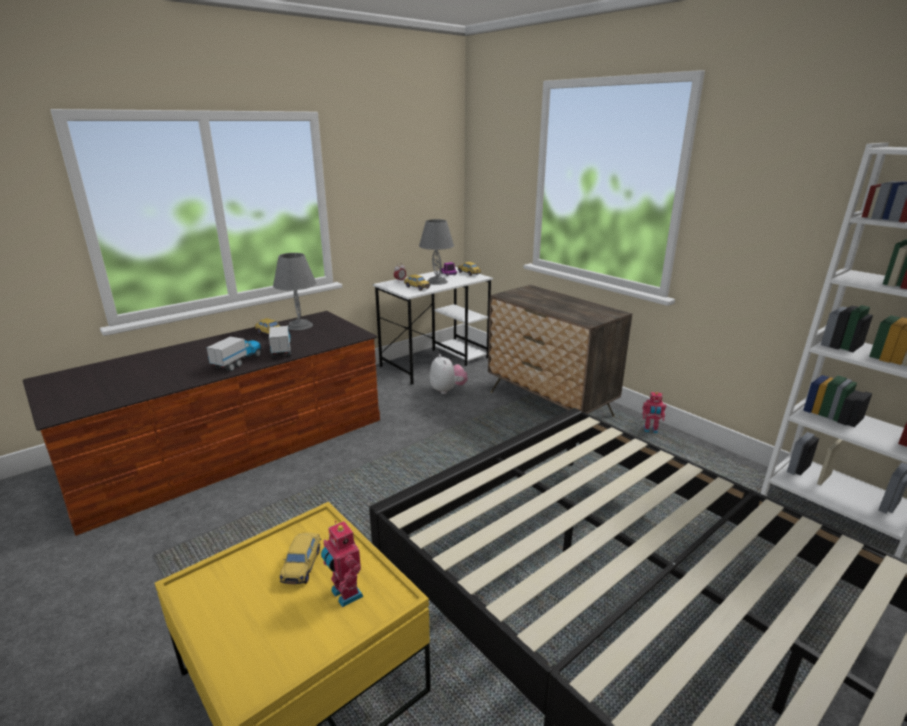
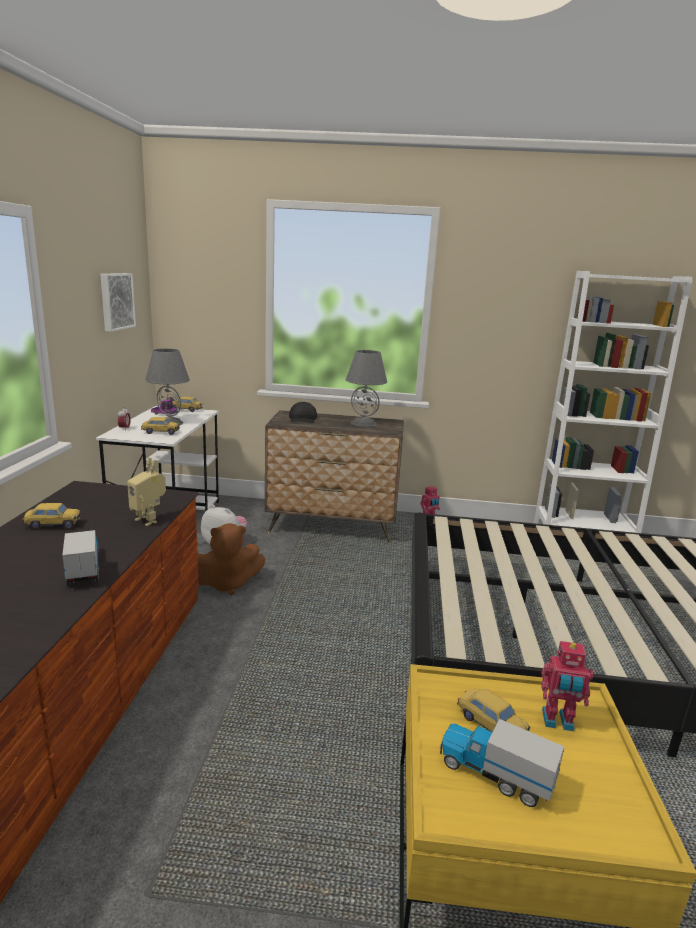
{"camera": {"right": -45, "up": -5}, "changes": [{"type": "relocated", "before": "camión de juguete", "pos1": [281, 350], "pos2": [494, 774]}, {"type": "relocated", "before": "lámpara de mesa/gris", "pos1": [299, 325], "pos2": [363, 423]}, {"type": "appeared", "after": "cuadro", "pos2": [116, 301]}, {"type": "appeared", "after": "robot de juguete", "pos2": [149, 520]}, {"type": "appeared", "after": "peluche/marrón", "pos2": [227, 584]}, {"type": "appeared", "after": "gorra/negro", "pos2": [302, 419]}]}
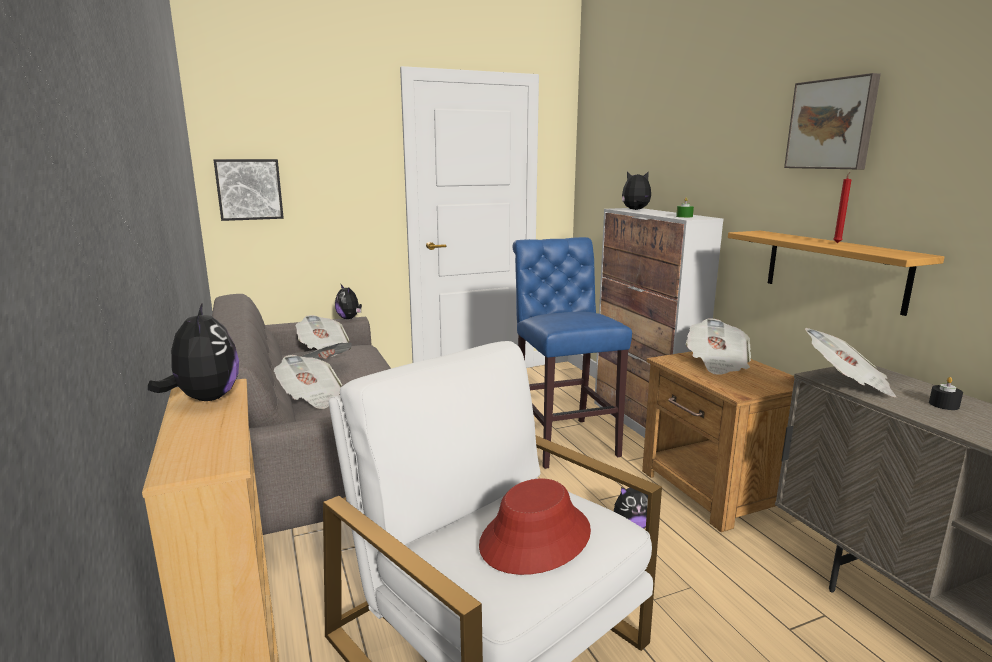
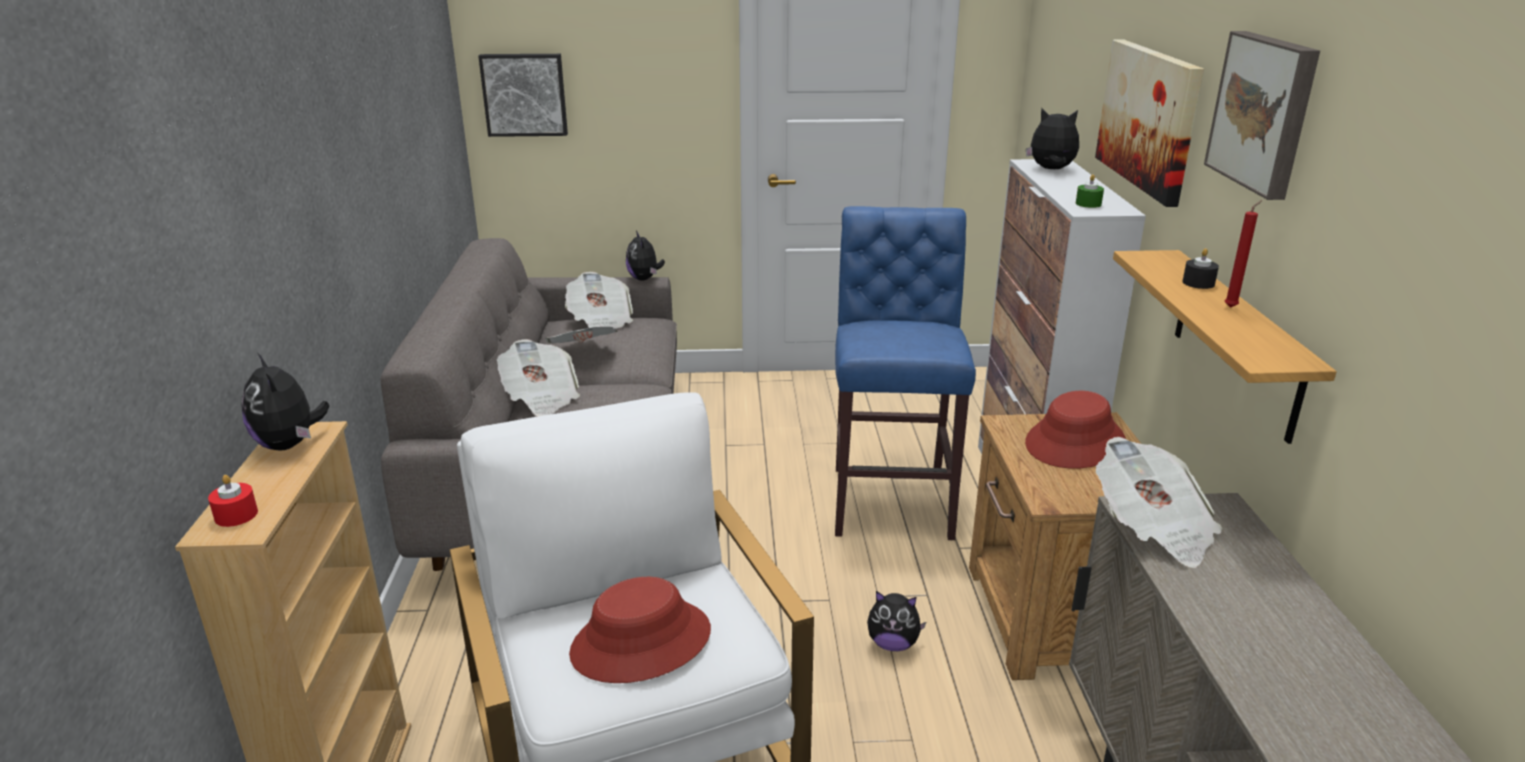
{"camera": {"right": 20, "up": 10}, "changes": [{"type": "spun", "before": "peluche", "pos1": [205, 399], "pos2": [290, 444], "turn": 150}, {"type": "exchanged", "before": "periódico", "after": "sombrero/rojo", "pos1": [716, 363], "pos2": [1075, 443]}, {"type": "relocated", "before": "vela/negro", "pos1": [943, 405], "pos2": [1198, 283]}, {"type": "appeared", "after": "vela/rojo", "pos2": [236, 515]}, {"type": "appeared", "after": "cuadro", "pos2": [1149, 118]}]}
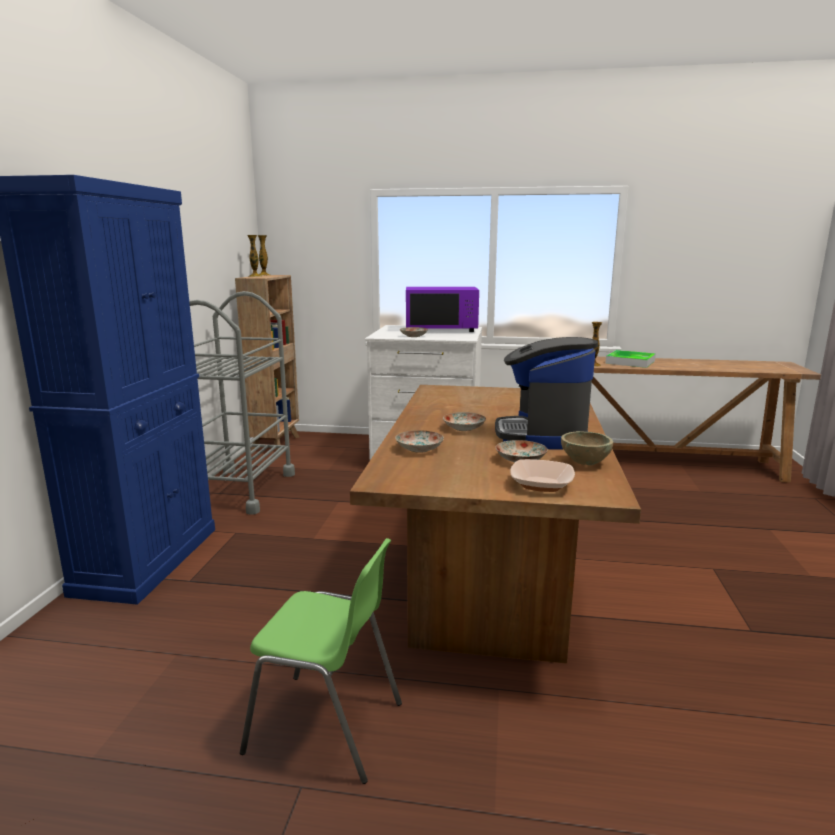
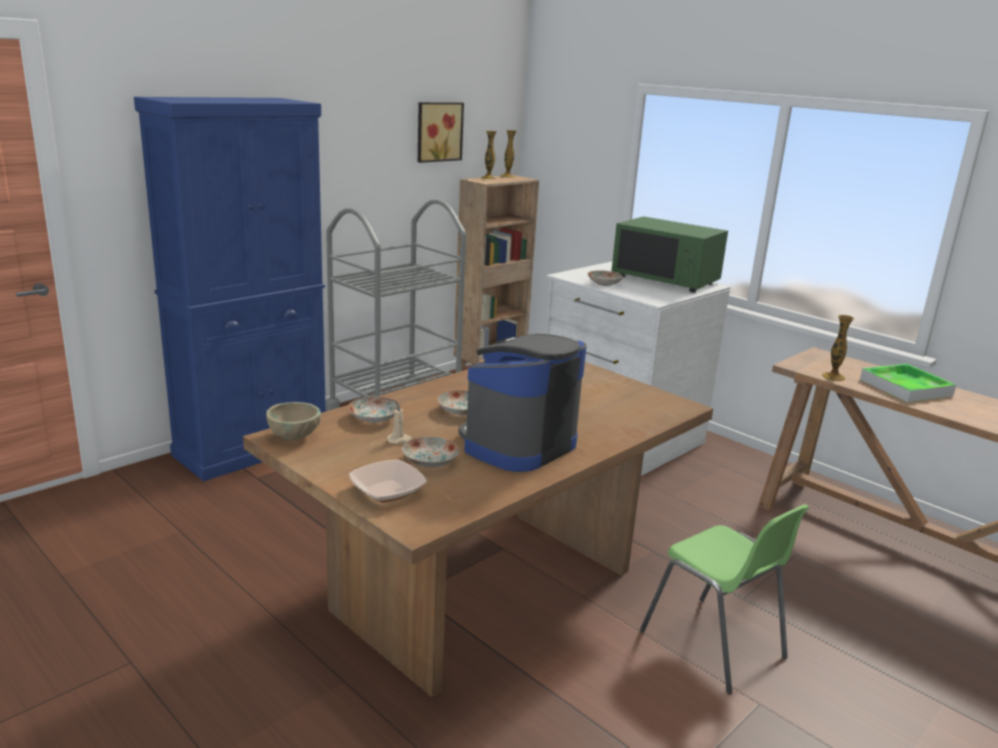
{"camera": {"right": 35, "up": 5}, "changes": [{"type": "relocated", "before": "silla/verde", "pos1": [327, 727], "pos2": [714, 645]}, {"type": "colour", "before": "microondas/morado", "after": "microondas/verde", "pos1": [441, 329], "pos2": [665, 280]}, {"type": "relocated", "before": "cuenco/beis", "pos1": [585, 463], "pos2": [294, 437]}, {"type": "appeared", "after": "vela/beis", "pos2": [399, 440]}, {"type": "appeared", "after": "cuadro", "pos2": [438, 131]}]}
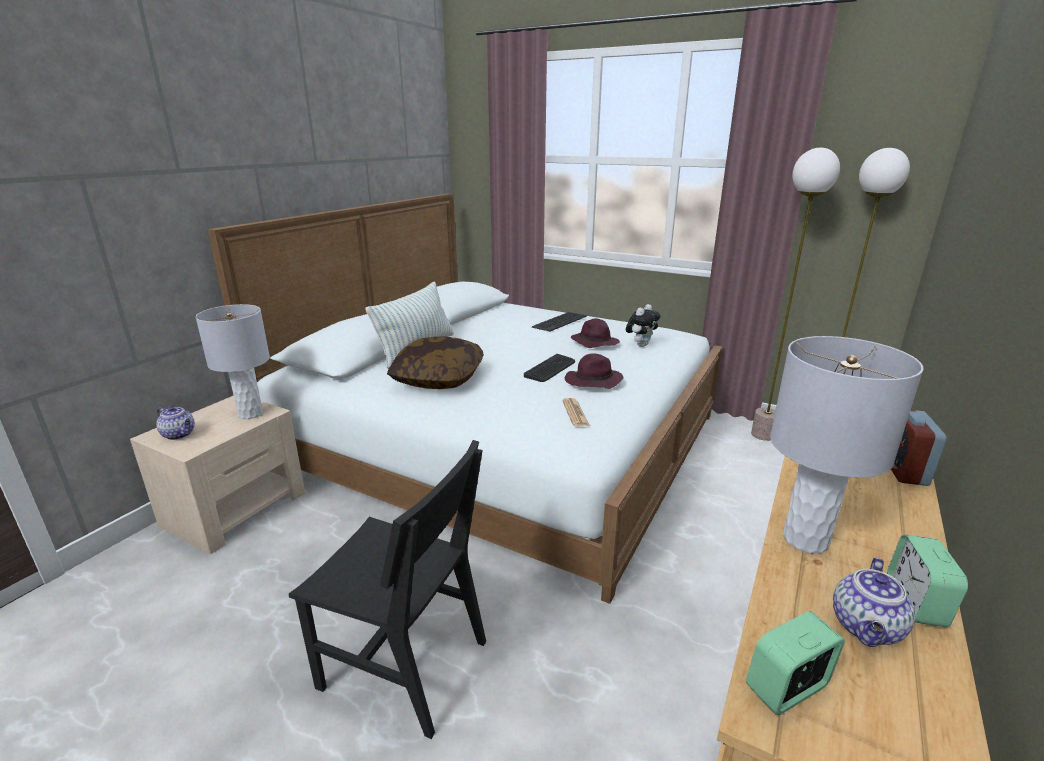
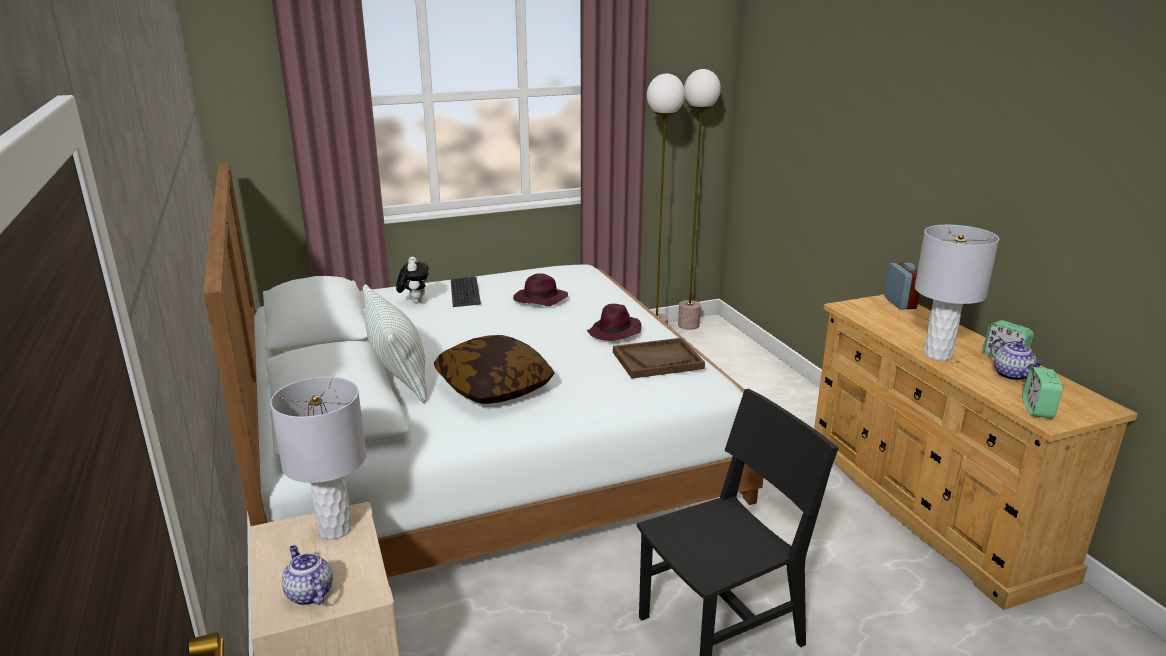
{"camera": {"right": -50, "up": 0}, "changes": [{"type": "spun", "before": "tetera", "pos1": [179, 434], "pos2": [308, 593], "turn": -105}, {"type": "missing", "before": "teclado", "pos1": [550, 369]}, {"type": "exchanged", "before": "periódico", "after": "bandeja/marrón", "pos1": [575, 413], "pos2": [657, 360]}, {"type": "relocated", "before": "peluche", "pos1": [641, 345], "pos2": [415, 301]}, {"type": "spun", "before": "despertador", "pos1": [904, 470], "pos2": [900, 303], "turn": -150}]}
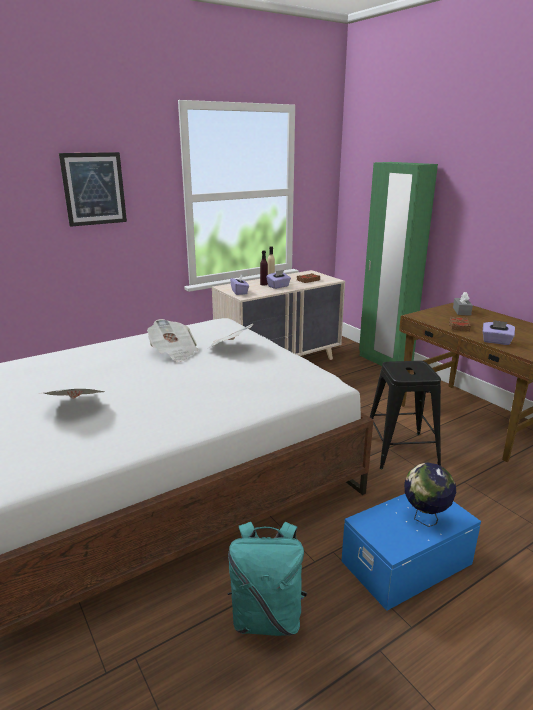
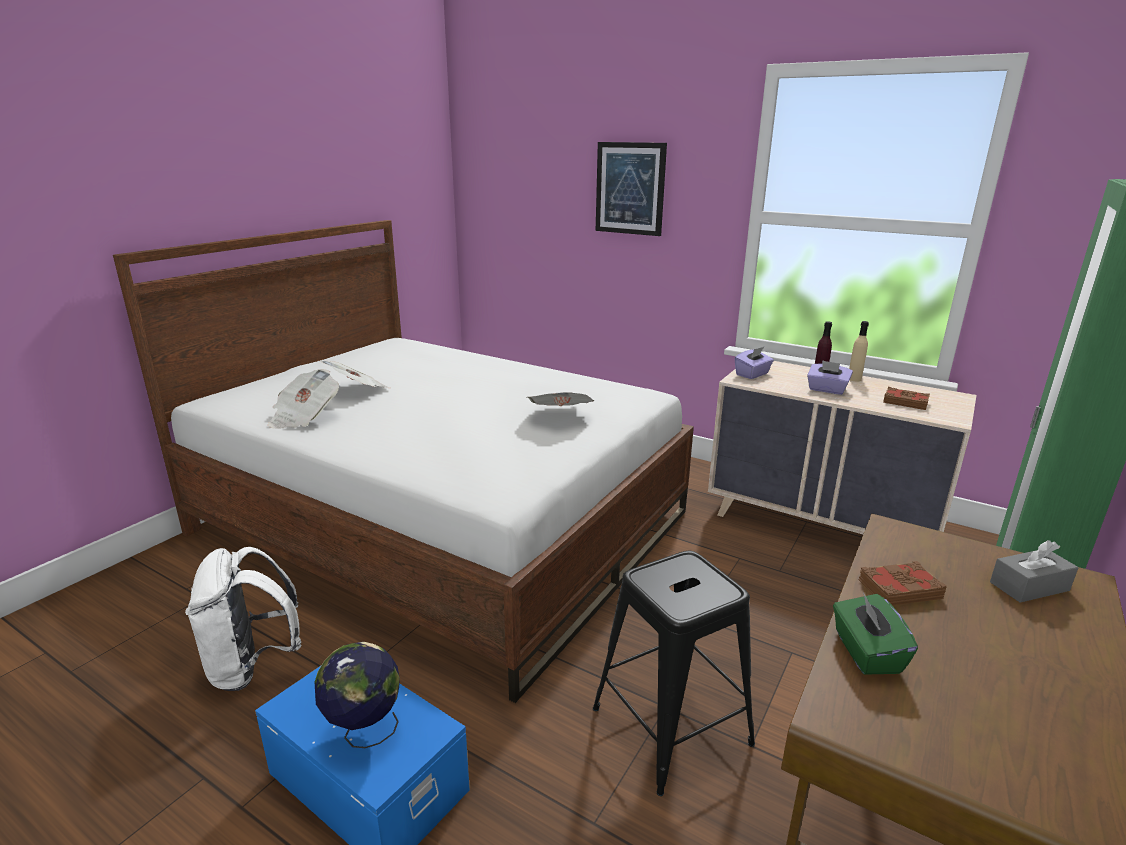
{"camera": {"right": 65, "up": 0}, "changes": [{"type": "relocated", "before": "periódico", "pos1": [174, 352], "pos2": [304, 417]}, {"type": "colour", "before": "mochila/turquesa", "after": "mochila/blanco", "pos1": [267, 617], "pos2": [253, 665]}, {"type": "colour", "before": "caja de pañuelos/morado", "after": "caja de pañuelos/verde", "pos1": [496, 341], "pos2": [866, 652]}]}
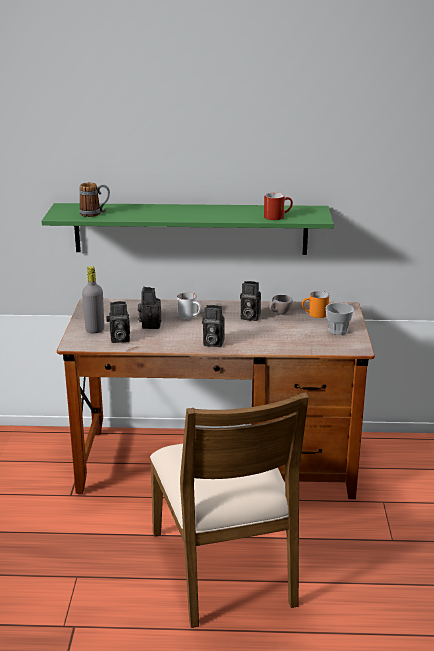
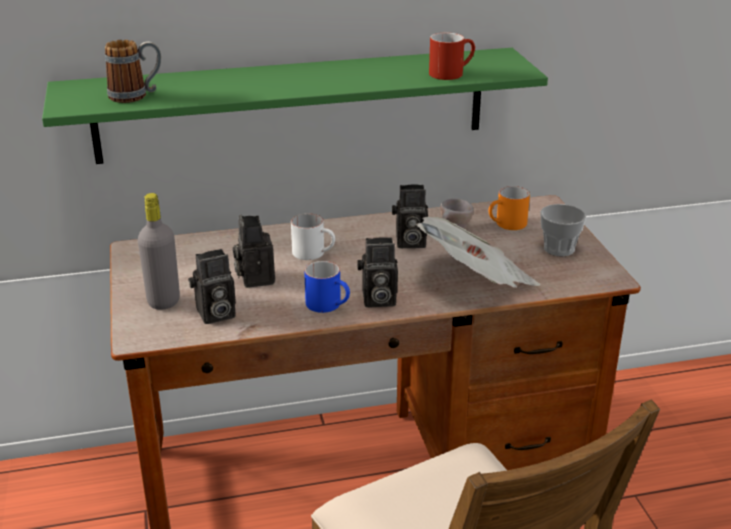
{"camera": {"right": -15, "up": 5}, "changes": [{"type": "appeared", "after": "taza grande/azul", "pos2": [329, 305]}, {"type": "appeared", "after": "periódico", "pos2": [477, 282]}]}
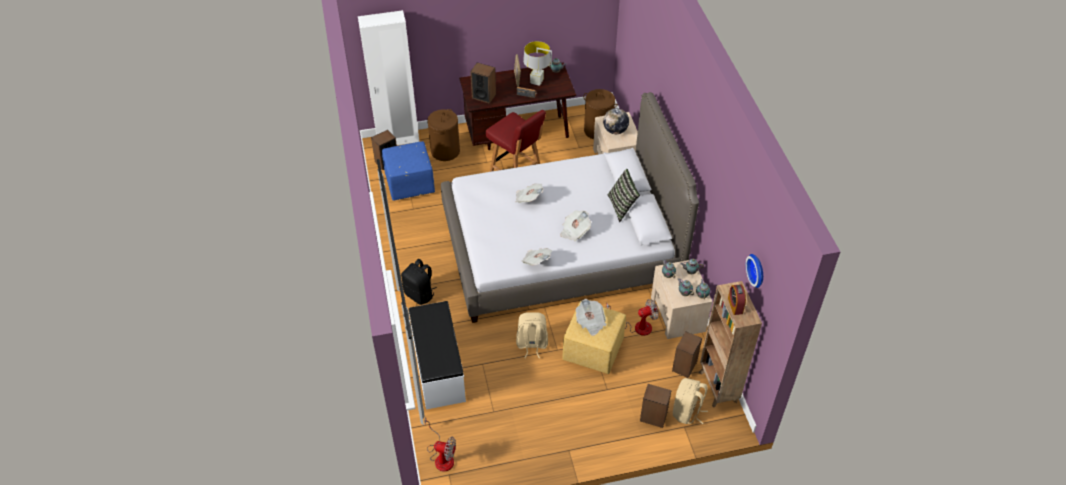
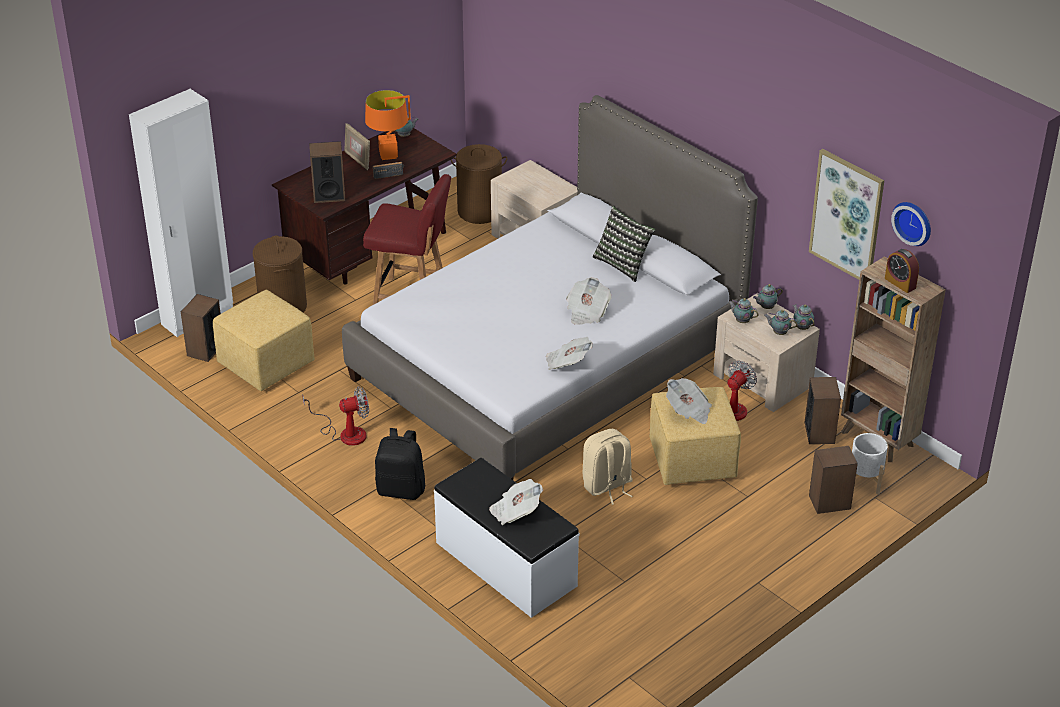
{"camera": {"right": -30, "up": -10}, "changes": [{"type": "colour", "before": "puf/azul", "after": "puf/amarillo", "pos1": [410, 185], "pos2": [266, 365]}, {"type": "relocated", "before": "ventilador", "pos1": [441, 456], "pos2": [345, 433]}, {"type": "relocated", "before": "periódico", "pos1": [528, 198], "pos2": [515, 512]}, {"type": "colour", "before": "lámpara de mesa/gris", "after": "lámpara de mesa/naranja", "pos1": [537, 81], "pos2": [388, 155]}, {"type": "missing", "before": "globo terráqueo", "pos1": [615, 131]}, {"type": "exchanged", "before": "mochila/beis", "after": "maceta/blanco", "pos1": [687, 412], "pos2": [865, 480]}, {"type": "appeared", "after": "cuadro", "pos2": [847, 216]}]}
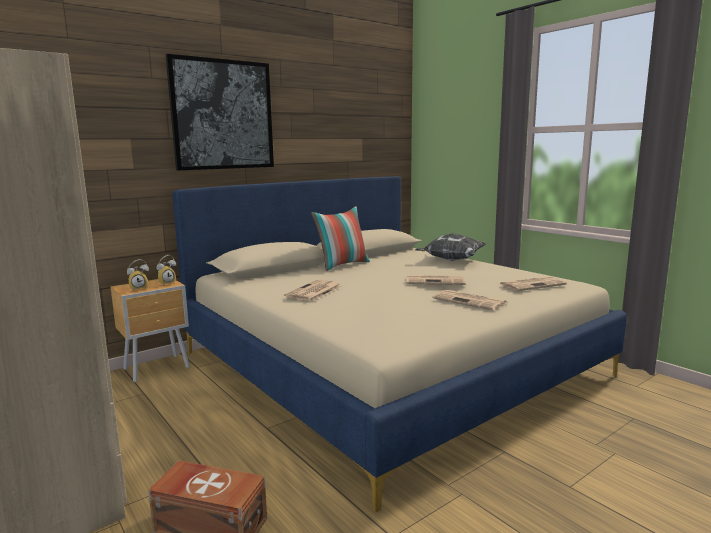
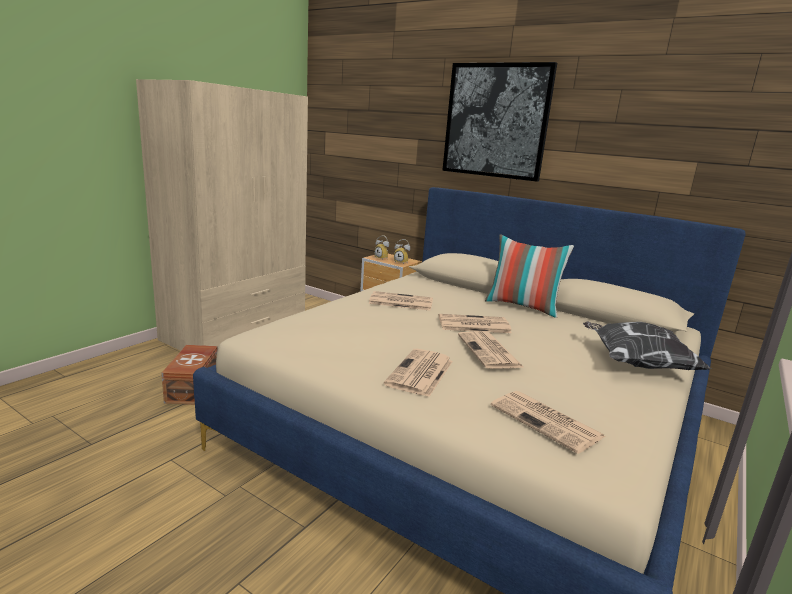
{"camera": {"right": 70, "up": 5}, "changes": [{"type": "appeared", "after": "periódico", "pos2": [473, 325]}]}
